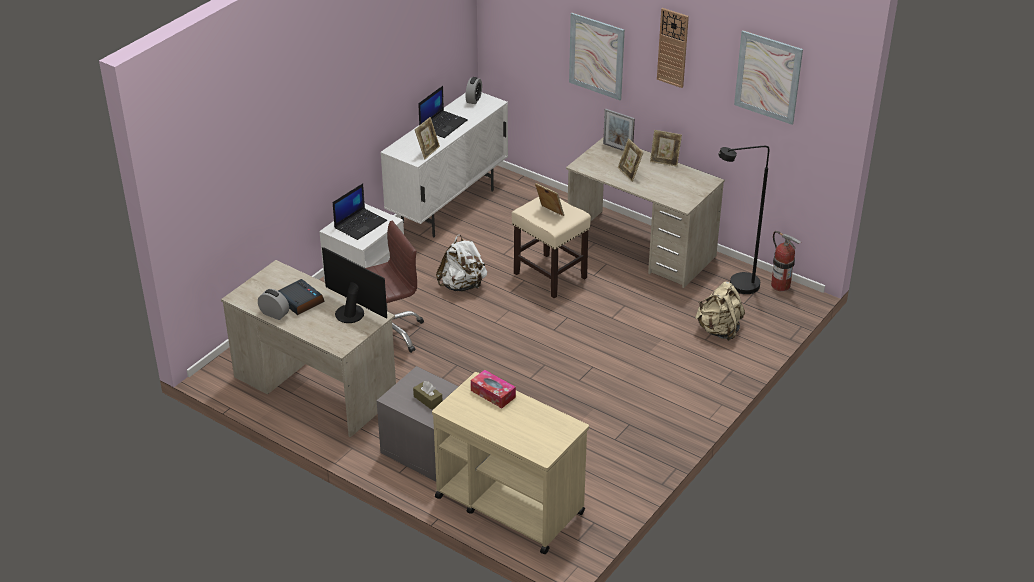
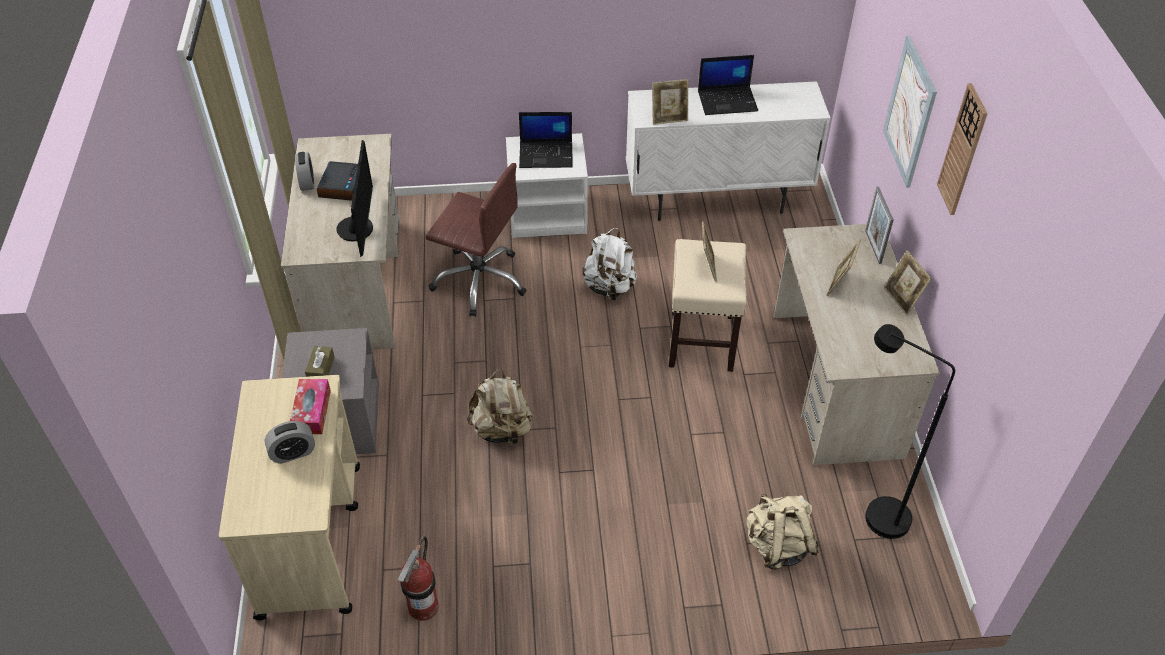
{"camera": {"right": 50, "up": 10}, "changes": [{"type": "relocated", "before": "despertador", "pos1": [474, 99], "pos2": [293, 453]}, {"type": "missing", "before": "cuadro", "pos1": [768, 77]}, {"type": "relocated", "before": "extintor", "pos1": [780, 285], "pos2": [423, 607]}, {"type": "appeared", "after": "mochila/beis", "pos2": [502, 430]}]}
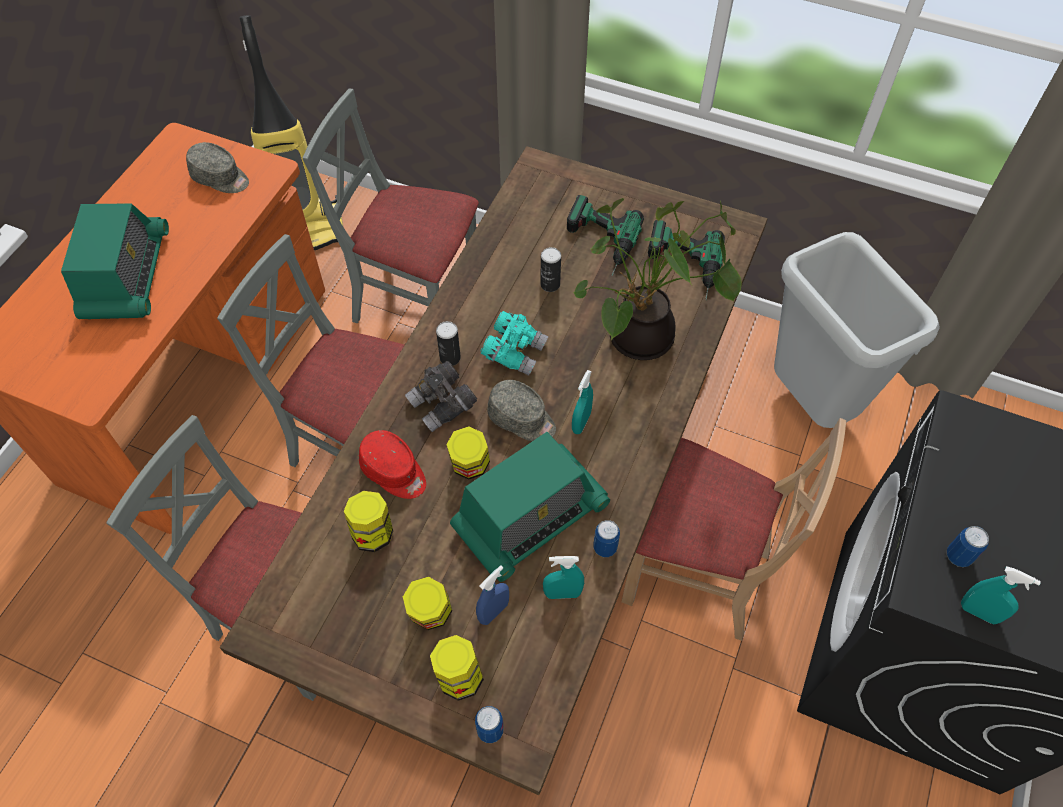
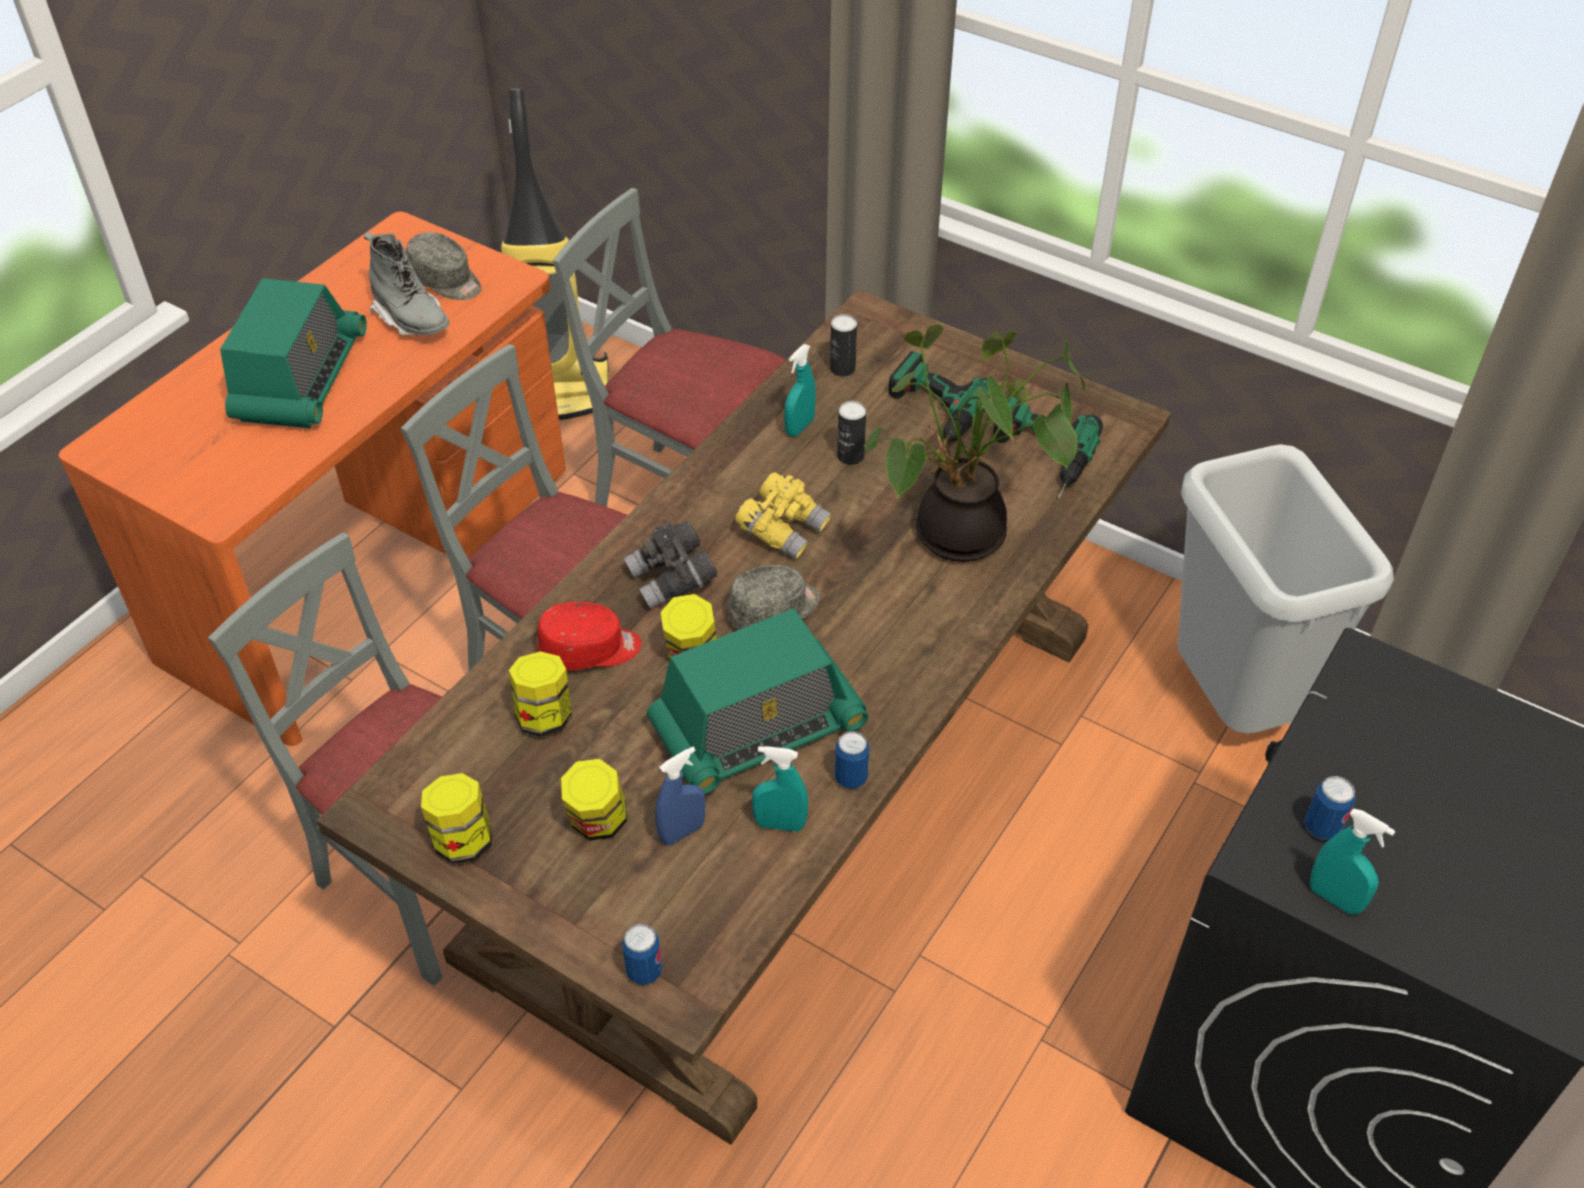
{"camera": {"right": 10, "up": -10}, "changes": [{"type": "spun", "before": "gorra/rojo", "pos1": [394, 472], "pos2": [590, 650], "turn": -60}, {"type": "relocated", "before": "tarro", "pos1": [459, 676], "pos2": [463, 840]}, {"type": "relocated", "before": "lata", "pos1": [450, 358], "pos2": [842, 369]}, {"type": "colour", "before": "prismáticos/turquesa", "after": "prismáticos/amarillo", "pos1": [514, 351], "pos2": [783, 529]}, {"type": "spun", "before": "gorra/gris", "pos1": [522, 419], "pos2": [775, 610], "turn": -75}, {"type": "relocated", "before": "pulverizador/turquesa", "pos1": [581, 422], "pos2": [799, 427]}, {"type": "missing", "before": "silla/beis", "pos1": [697, 573]}, {"type": "appeared", "after": "bota/gris", "pos2": [412, 320]}]}
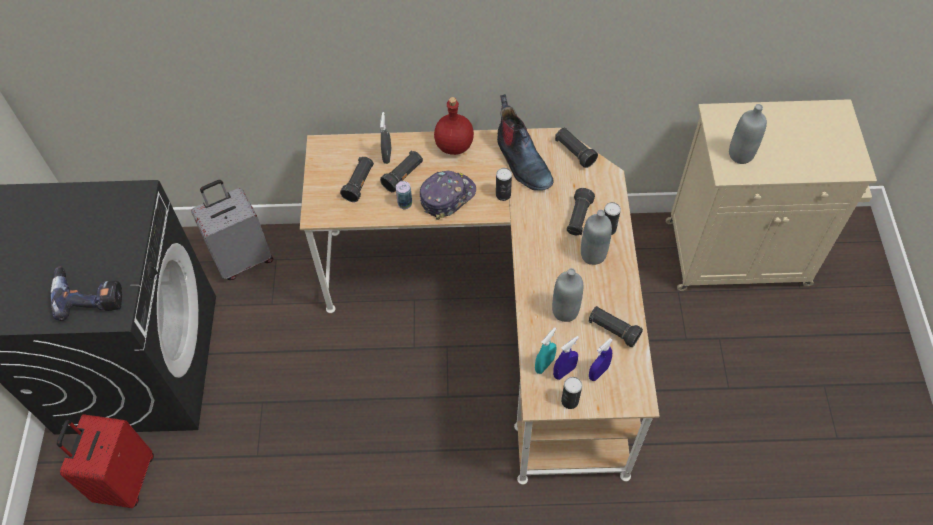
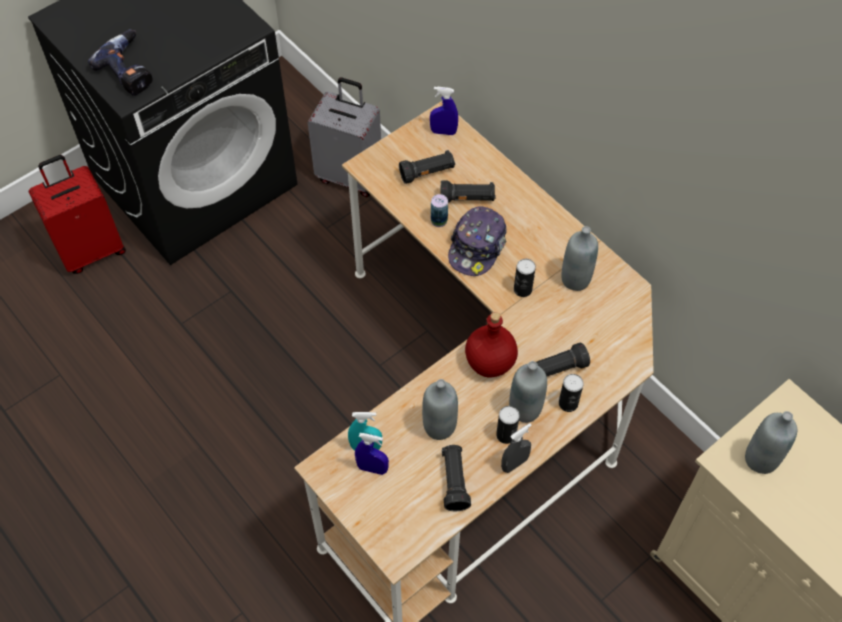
{"camera": {"right": 50, "up": 0}, "changes": [{"type": "relocated", "before": "pulverizador/gris", "pos1": [387, 156], "pos2": [514, 464]}, {"type": "spun", "before": "gorra", "pos1": [447, 197], "pos2": [477, 247], "turn": 105}, {"type": "relocated", "before": "botella/rojo", "pos1": [454, 145], "pos2": [491, 362]}, {"type": "exchanged", "before": "bota", "after": "botella/gris", "pos1": [522, 162], "pos2": [575, 279]}, {"type": "missing", "before": "linterna/negro", "pos1": [574, 152]}, {"type": "relocated", "before": "lata", "pos1": [569, 401], "pos2": [506, 435]}, {"type": "relocated", "before": "pulverizador/azul", "pos1": [598, 372], "pos2": [443, 132]}]}
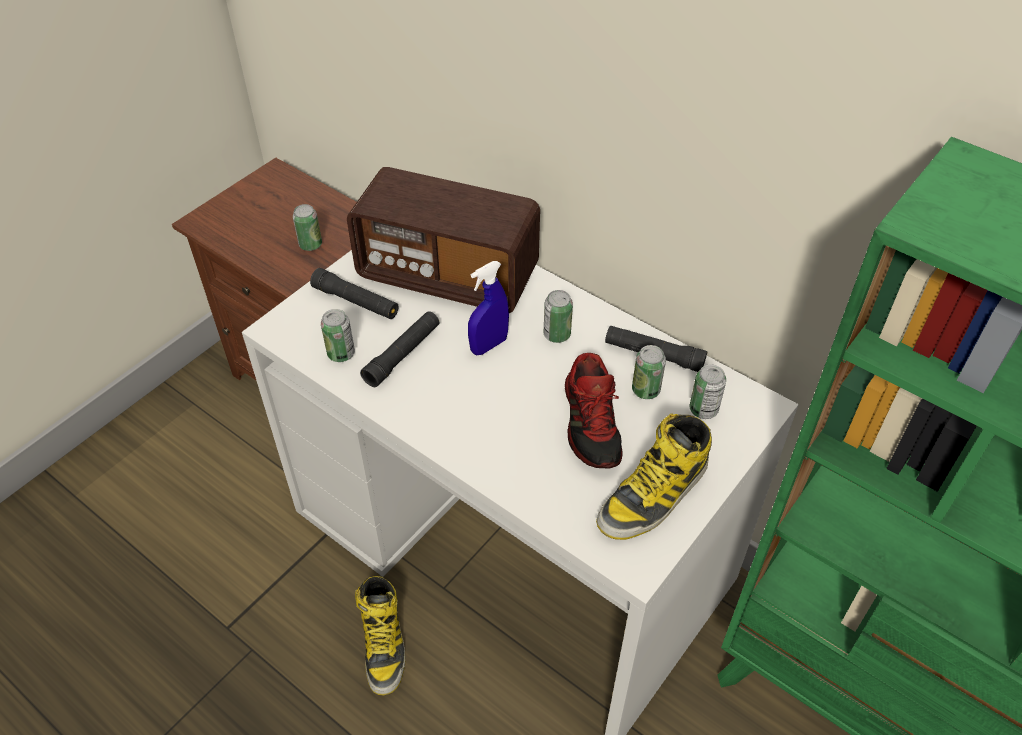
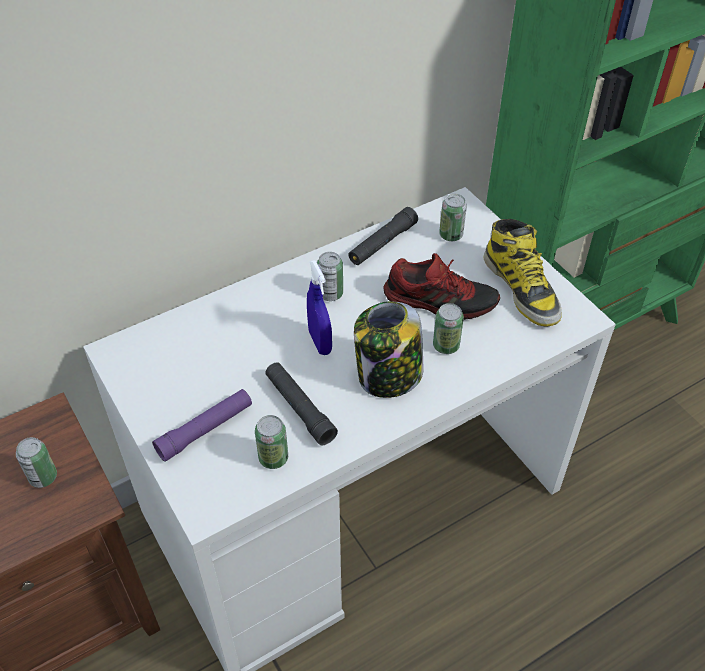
{"camera": {"right": -70, "up": 0}, "changes": [{"type": "colour", "before": "linterna/negro", "after": "linterna/morado", "pos1": [356, 301], "pos2": [205, 430]}, {"type": "missing", "before": "radio", "pos1": [448, 275]}, {"type": "missing", "before": "bota", "pos1": [383, 643]}, {"type": "relocated", "before": "lata", "pos1": [645, 390], "pos2": [446, 346]}, {"type": "appeared", "after": "tarro", "pos2": [388, 376]}]}
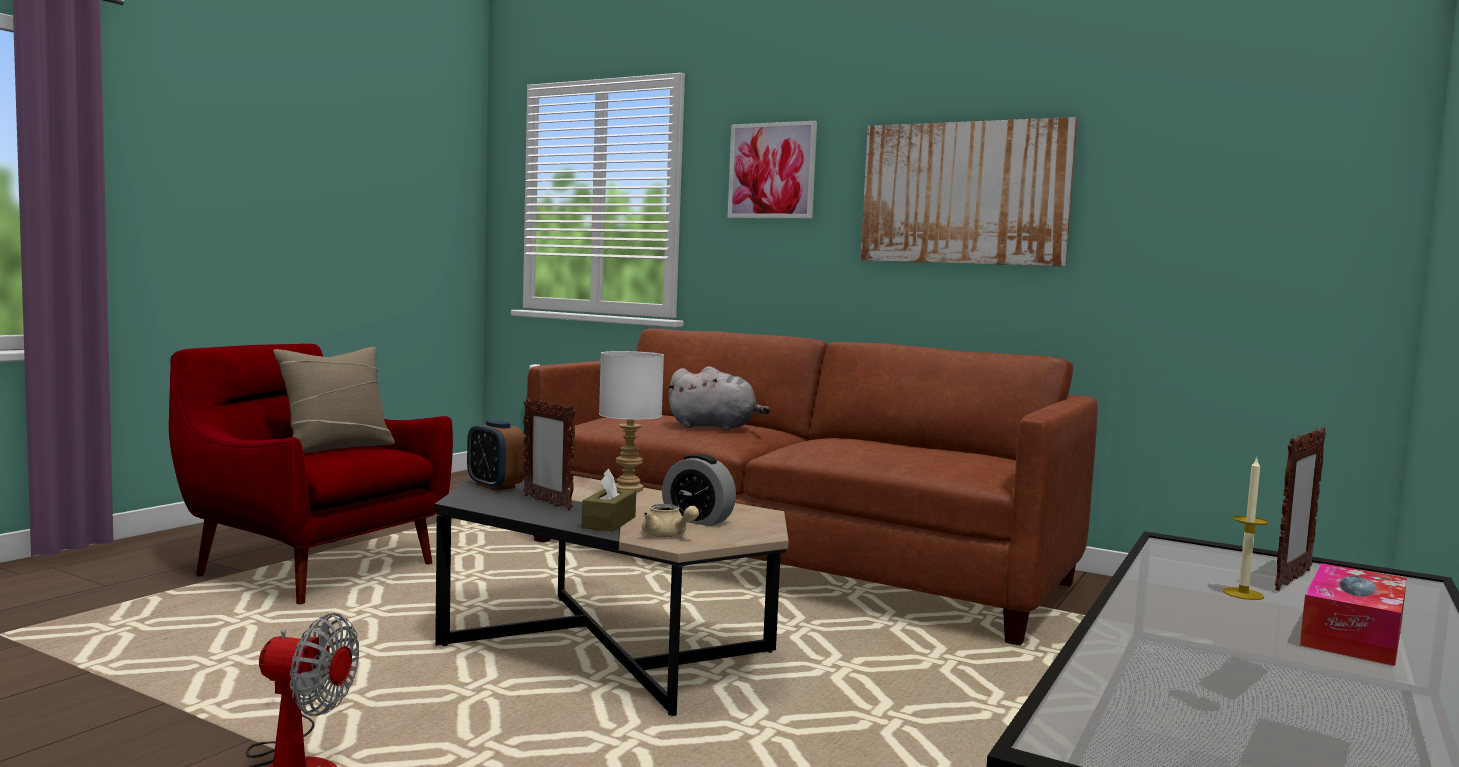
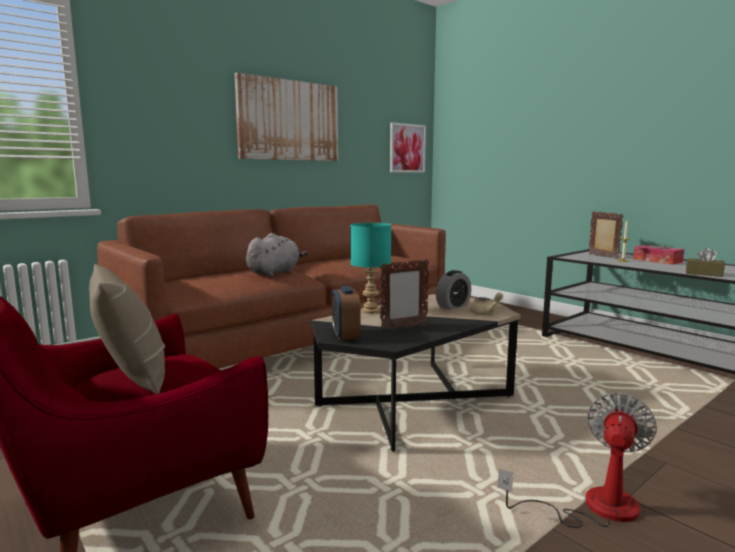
{"camera": {"right": -70, "up": 5}, "changes": [{"type": "spun", "before": "despertador", "pos1": [495, 486], "pos2": [345, 335], "turn": 105}, {"type": "relocated", "before": "caja de pañuelos/marrón", "pos1": [609, 522], "pos2": [704, 274]}, {"type": "colour", "before": "lámpara de mesa/blanco", "after": "lámpara de mesa/turquesa", "pos1": [626, 489], "pos2": [370, 311]}, {"type": "relocated", "before": "cuadro", "pos1": [772, 170], "pos2": [407, 148]}]}
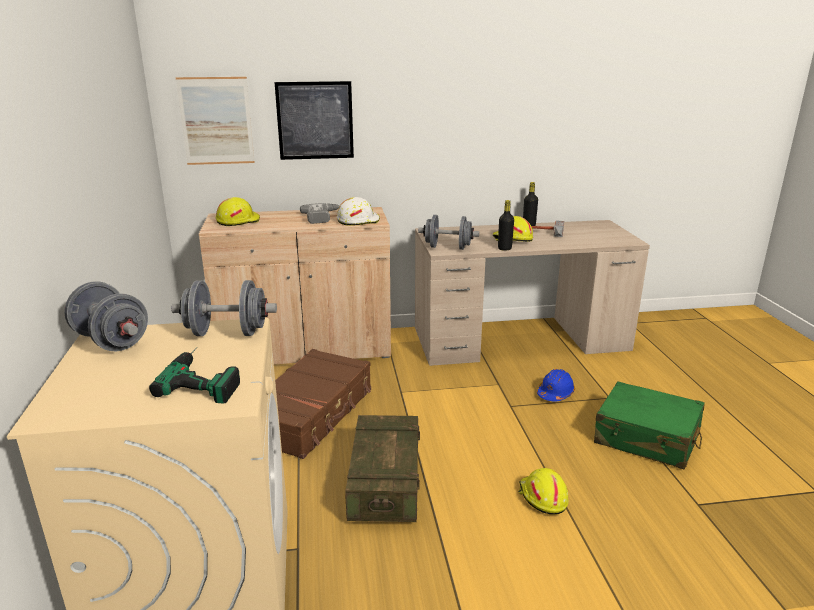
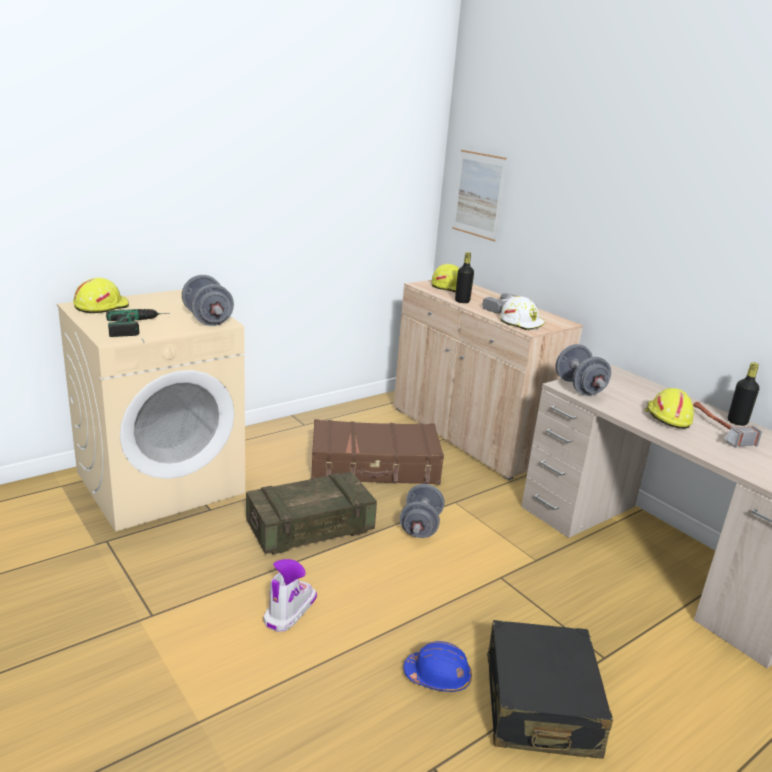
{"camera": {"right": 60, "up": 0}, "changes": [{"type": "relocated", "before": "mancuerna/gris", "pos1": [111, 341], "pos2": [420, 526]}, {"type": "missing", "before": "cuadro", "pos1": [315, 120]}, {"type": "relocated", "before": "botella/negro", "pos1": [504, 248], "pos2": [462, 301]}, {"type": "relocated", "before": "casco/amarillo", "pos1": [542, 497], "pos2": [101, 306]}, {"type": "relocated", "before": "casco/azul", "pos1": [555, 393], "pos2": [438, 676]}, {"type": "colour", "before": "maleta/verde", "after": "maleta/negro", "pos1": [646, 438], "pos2": [539, 705]}, {"type": "appeared", "after": "bota", "pos2": [289, 611]}]}
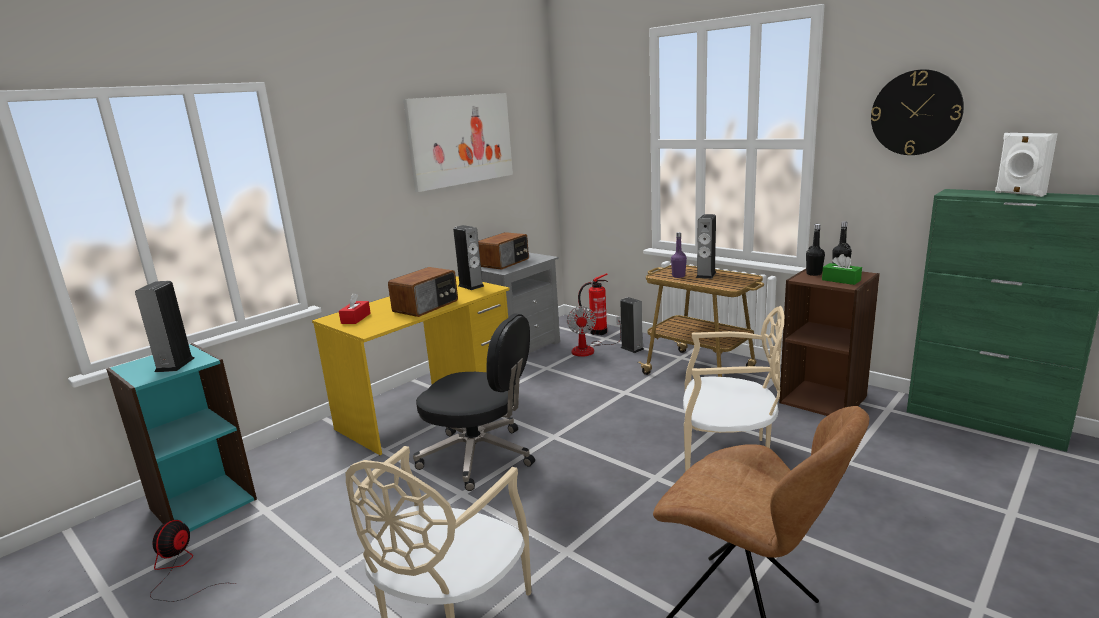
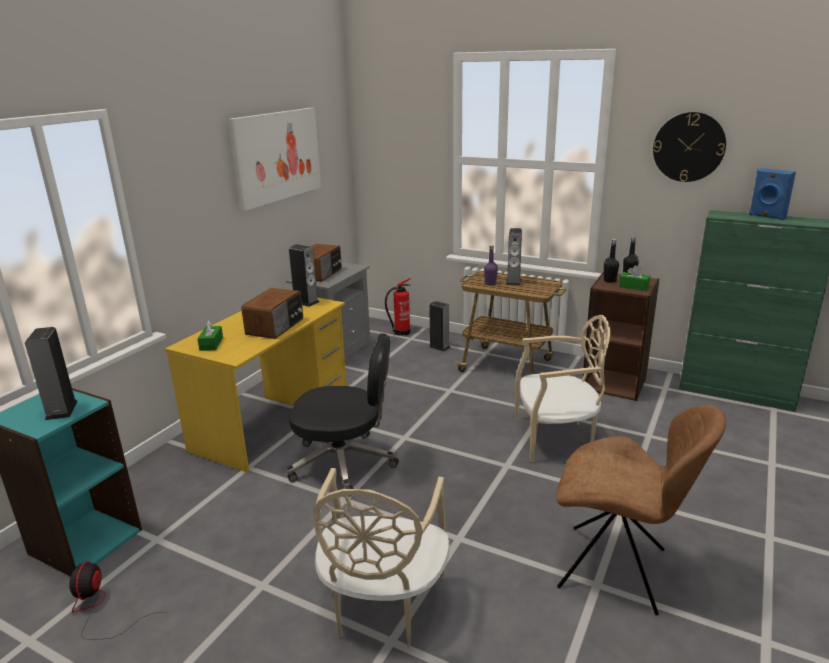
{"camera": {"right": -15, "up": 5}, "changes": [{"type": "colour", "before": "caja de pañuelos/rojo", "after": "caja de pañuelos/verde", "pos1": [356, 318], "pos2": [211, 344]}, {"type": "missing", "before": "ventilador", "pos1": [589, 349]}, {"type": "colour", "before": "altavoz/blanco", "after": "altavoz/azul", "pos1": [1019, 194], "pos2": [766, 217]}]}
